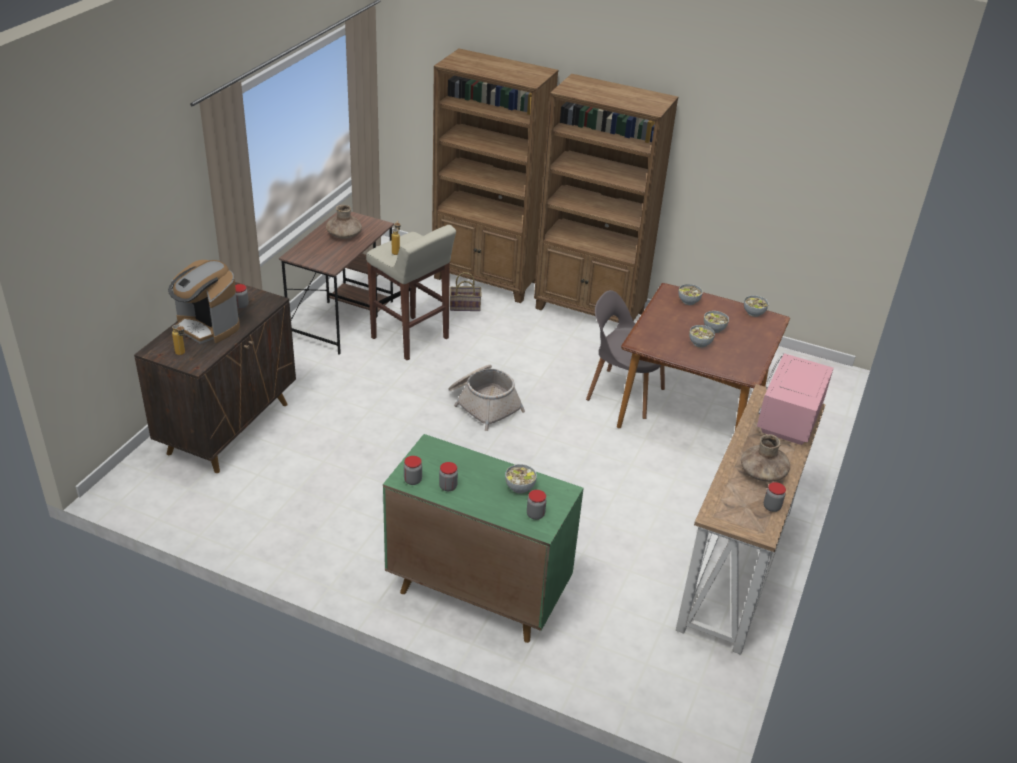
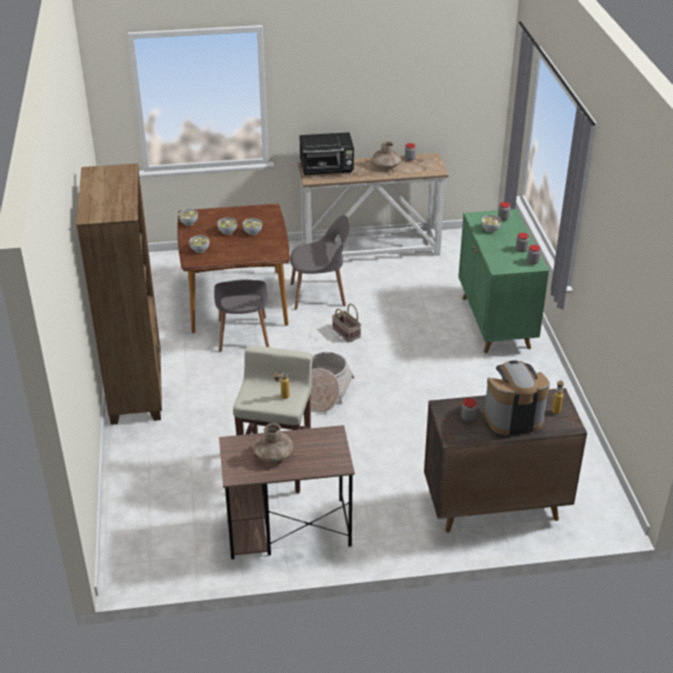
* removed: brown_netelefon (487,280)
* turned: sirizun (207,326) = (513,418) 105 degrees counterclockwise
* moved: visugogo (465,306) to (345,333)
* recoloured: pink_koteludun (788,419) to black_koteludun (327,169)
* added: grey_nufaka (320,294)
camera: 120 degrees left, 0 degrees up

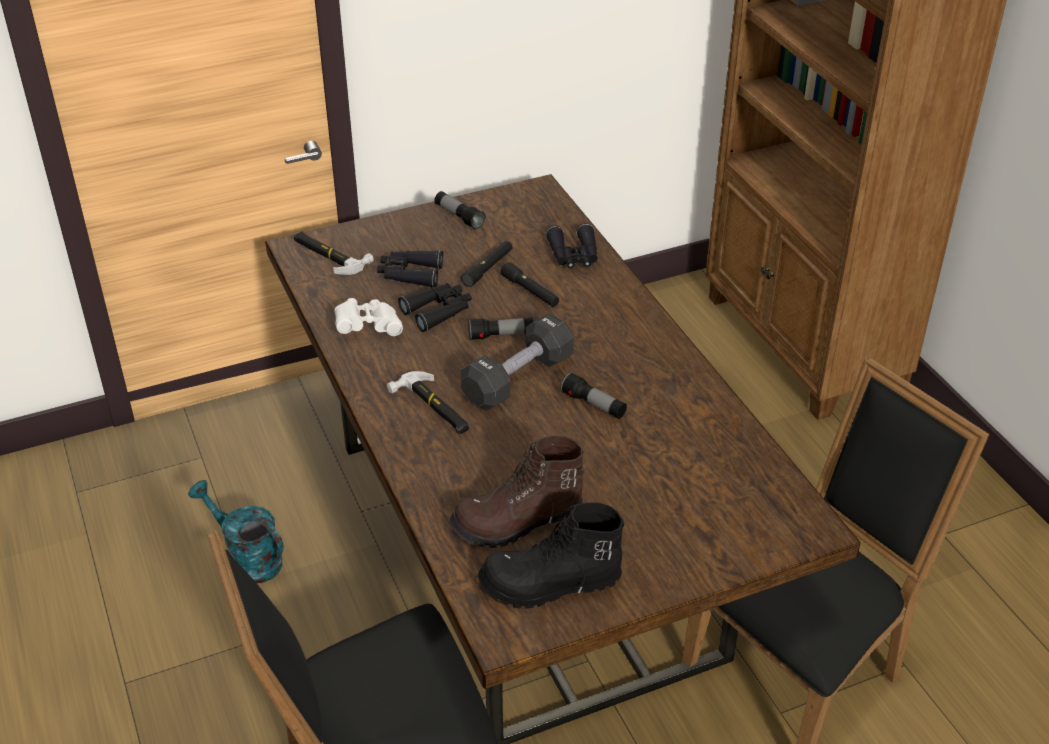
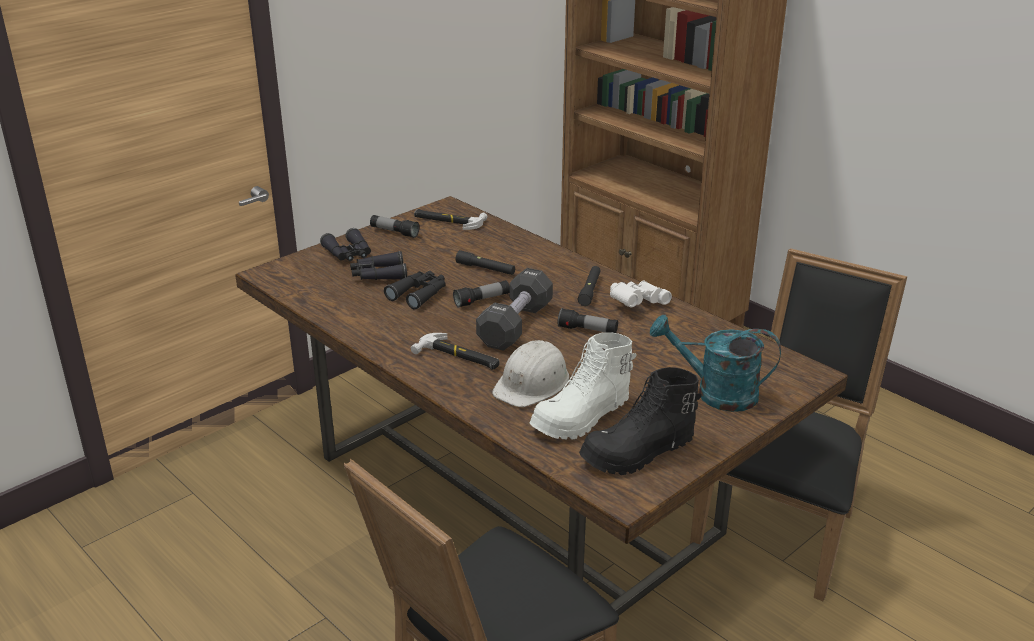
* moved: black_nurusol (574,255) to (349,254)
* moved: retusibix (329,255) to (448,221)
* moved: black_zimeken (488,268) to (590,290)
* moved: white_nurusol (368,327) to (636,304)
* recoloured: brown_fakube (518,522) to white_fakube (582,418)
* moved: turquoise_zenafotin (247,558) to (715,393)
* added: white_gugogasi (532,383)
camera: 20 degrees left, 10 degrees down

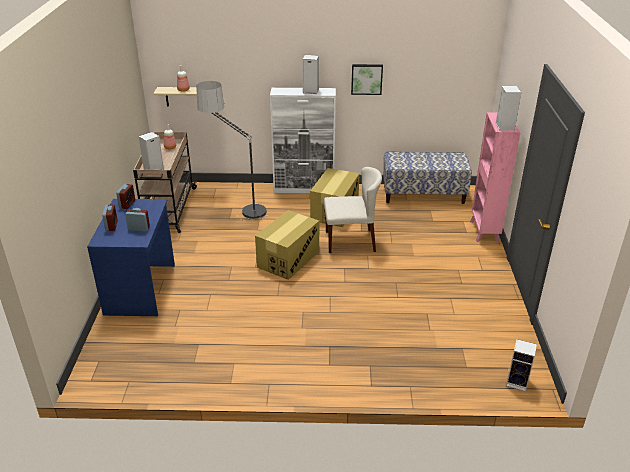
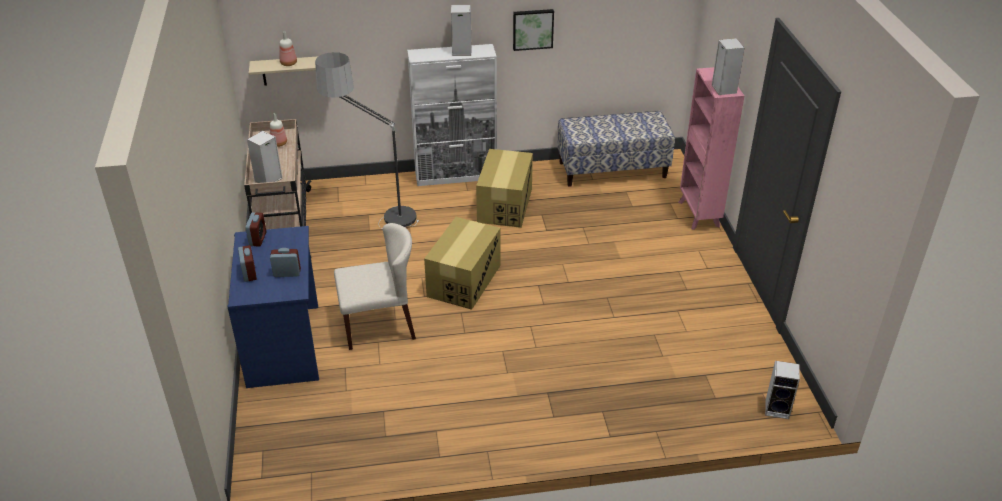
* moved: beige_nufaka (350,241) to (379,325)
camera: 10 degrees left, 5 degrees up

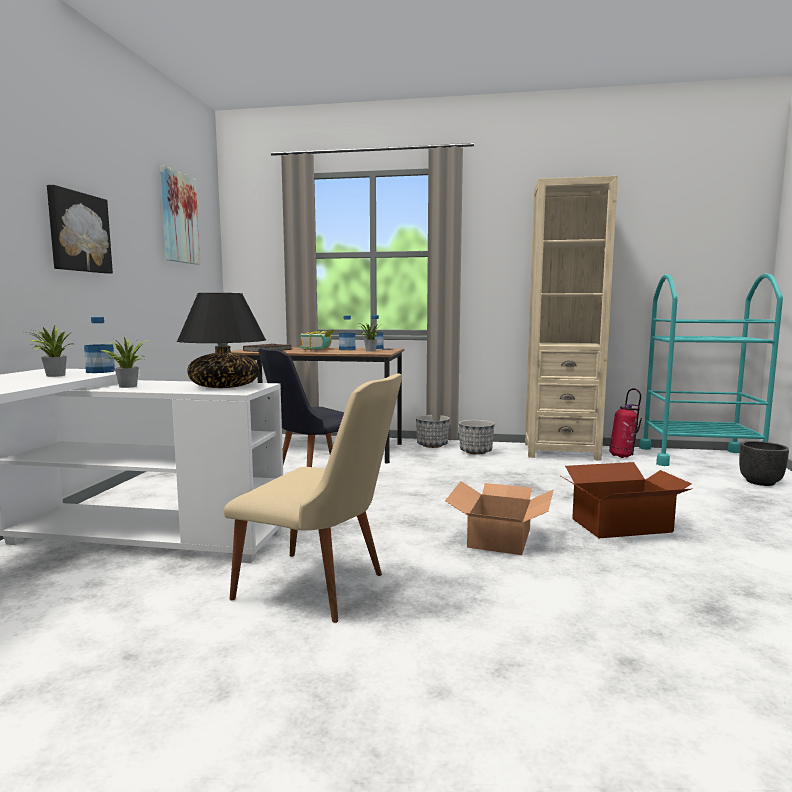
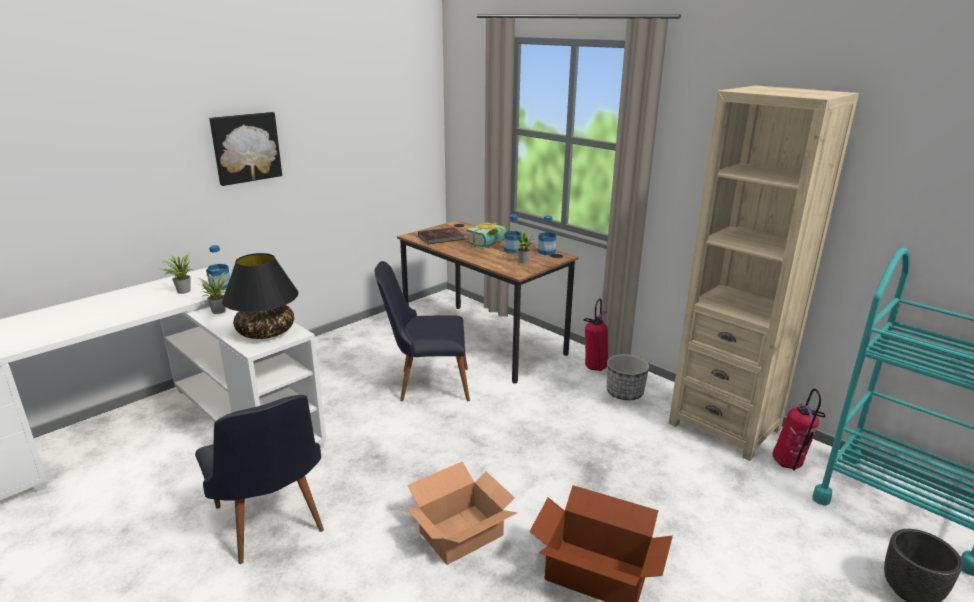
* removed: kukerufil (178,218)
* recoloured: beige_nufaka (322,589) to black_nufaka (271,526)
* replaced: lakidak (432,445) to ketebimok (595,367)
camera: 35 degrees right, 15 degrees up

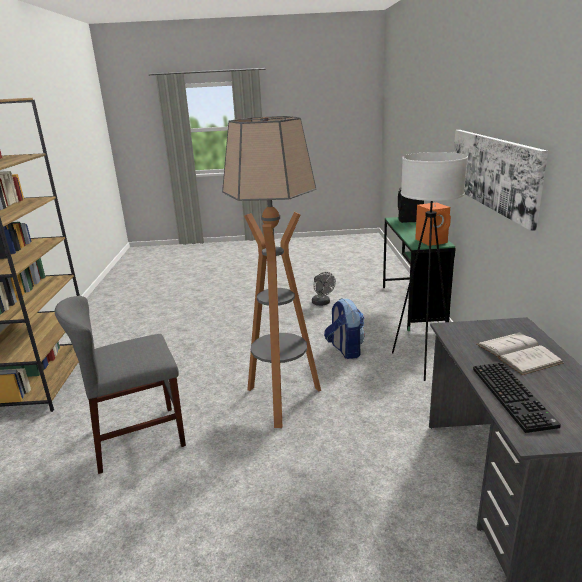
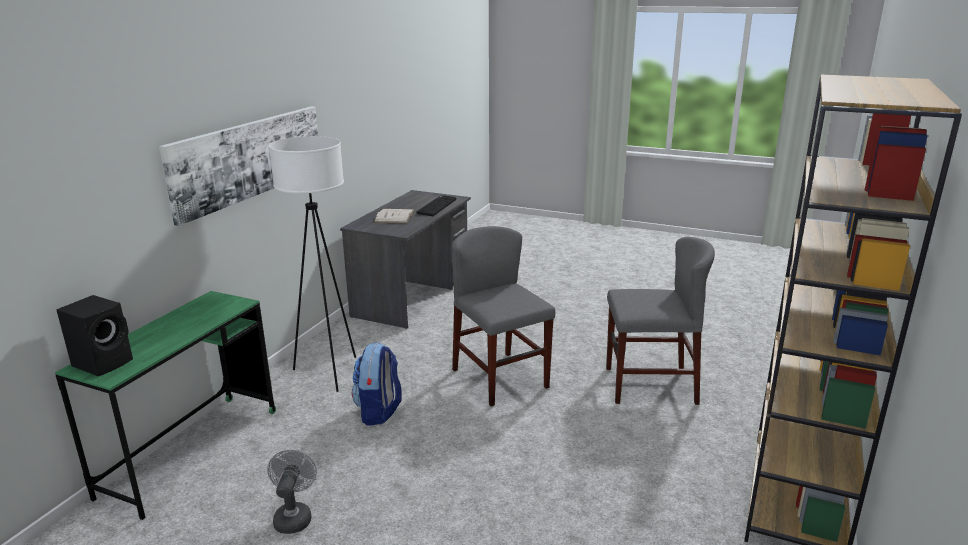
* replaced: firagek (282,400) to grey_nufaka (500,378)
* removed: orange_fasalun (432,241)
camera: 155 degrees left, 0 degrees up

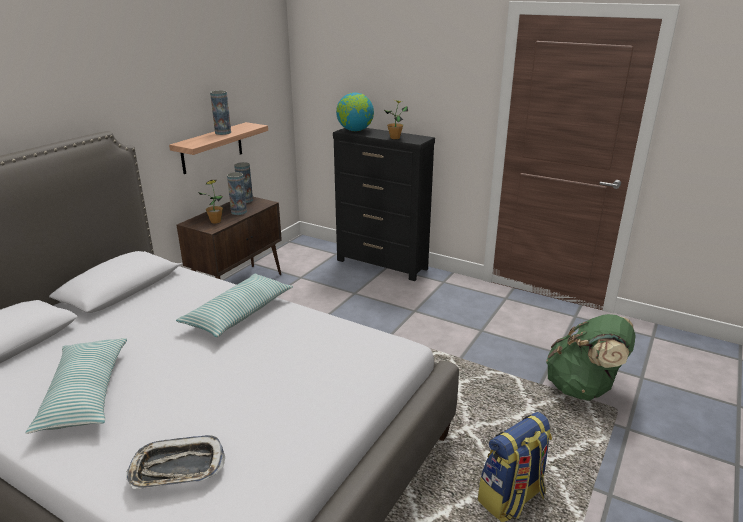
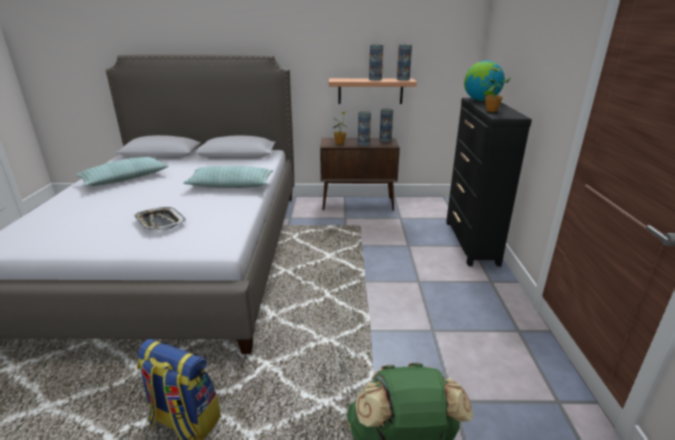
* moved: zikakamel (177,468) to (160,222)
* added: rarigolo (403,79)
camera: 60 degrees right, 0 degrees up

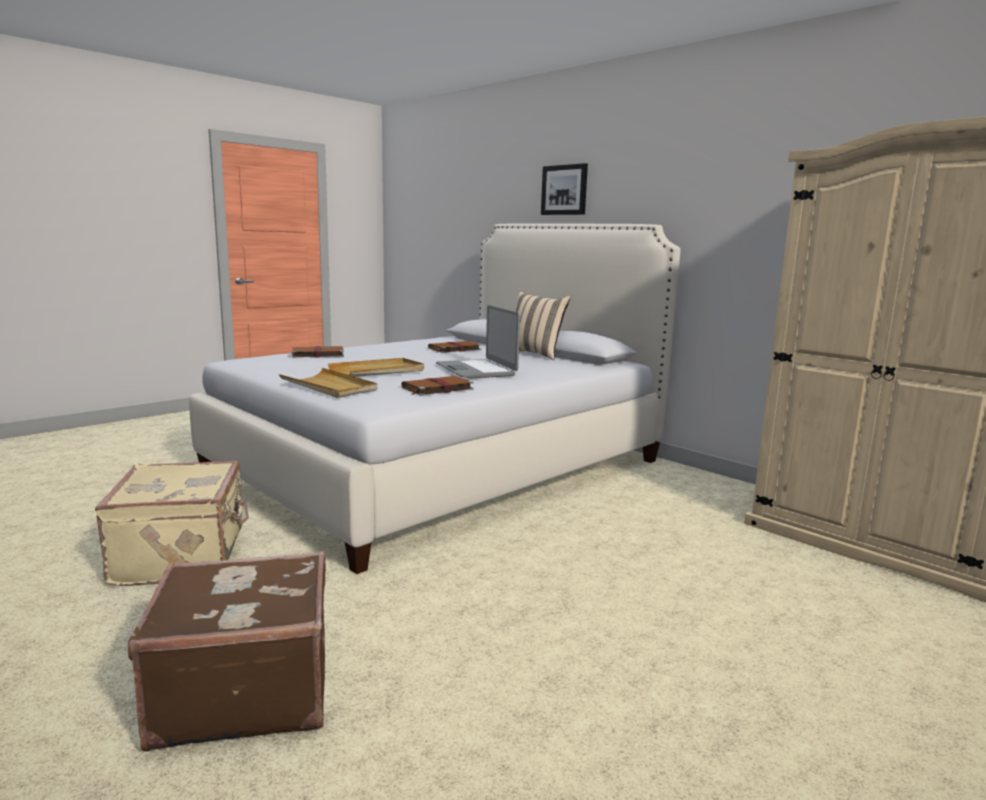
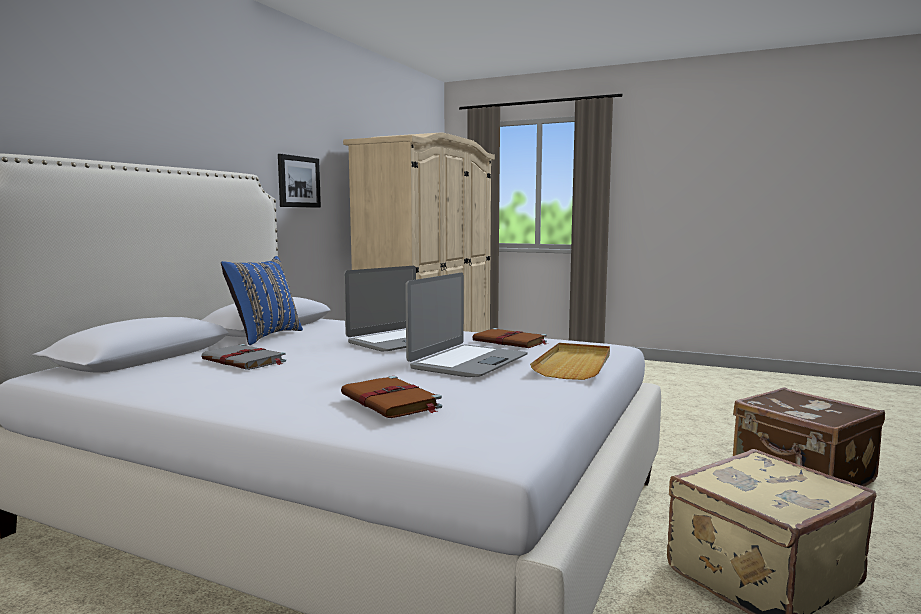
* moved: kukerufil (564,190) to (298,181)
* recoloured: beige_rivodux (535,354) to blue_rivodux (264,336)
* recoloured: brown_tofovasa (453,349) to grey_tofovasa (245,361)
* replaced: beige_zikakamel (378,371) to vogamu (468,362)
camera: 110 degrees left, 5 degrees down

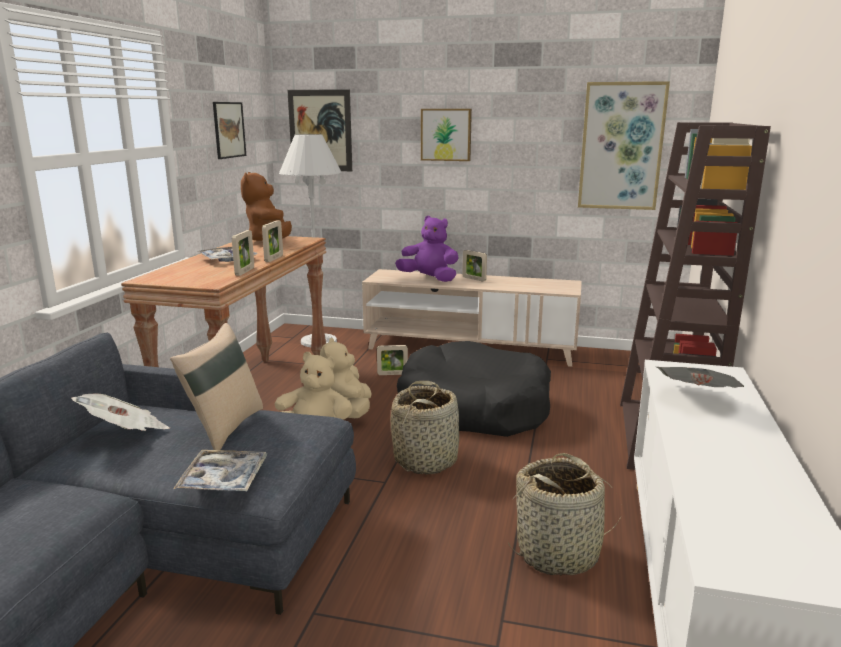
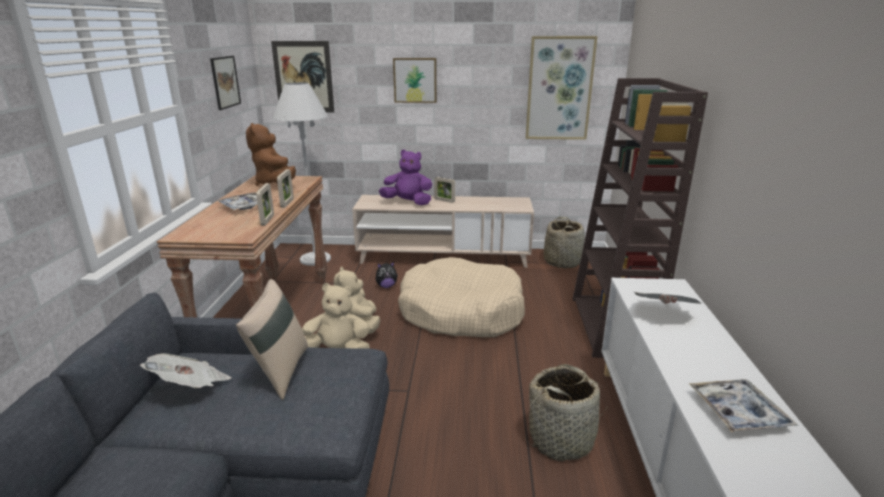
* recoloured: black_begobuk (474,407) to beige_begobuk (461,312)
* replaced: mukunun (392,374) to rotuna (386,286)
* moved: visugogo (426,459) to (562,262)
* moved: zikakamel (223,479) to (738,412)
camera: 10 degrees left, 5 degrees up

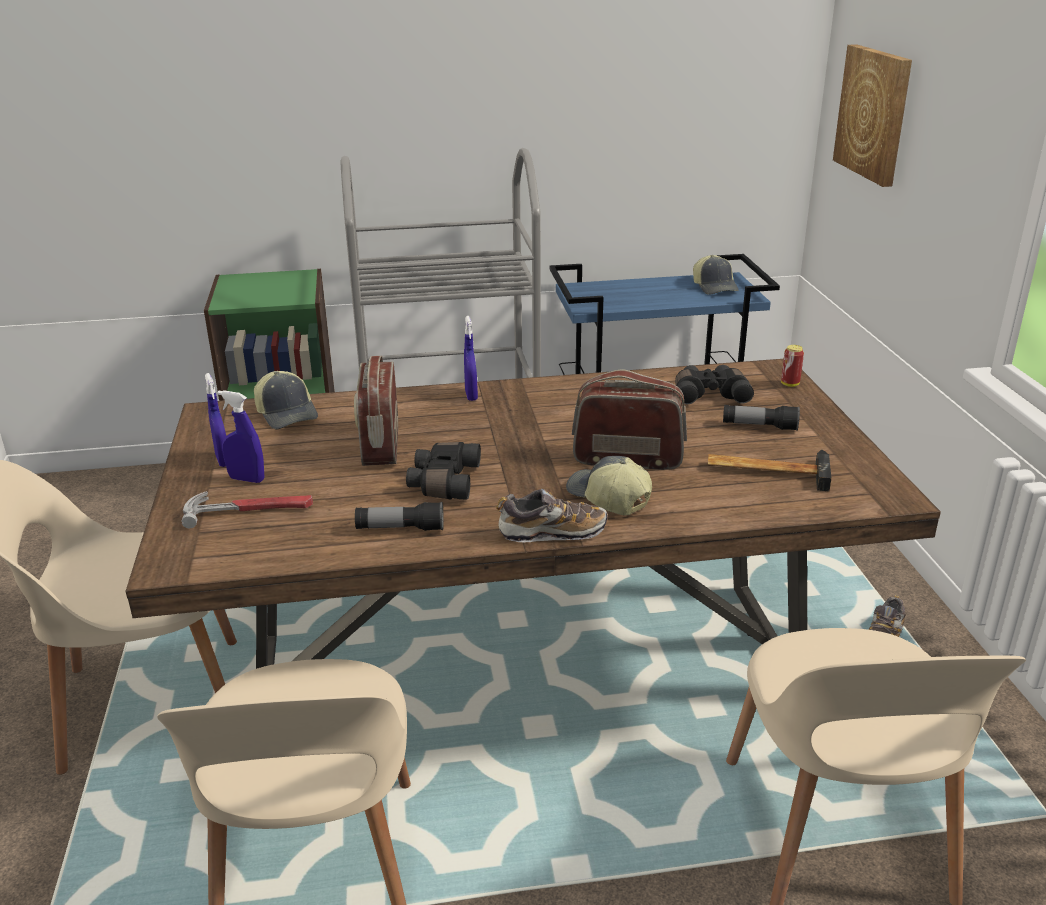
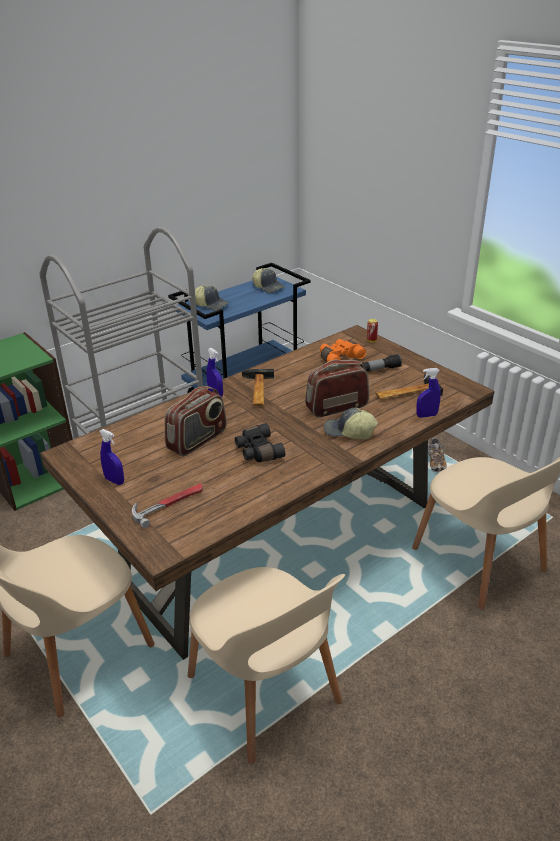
* removed: kukerufil (874,113)
* turned: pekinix (380,444) = (197,440) 105 degrees counterclockwise
* recoloured: black_nurusol (709,394) to orange_nurusol (339,357)
* moved: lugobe (288,414) to (211,304)
* moved: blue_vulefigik (247,479) to (426,415)
* removed: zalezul (551,533)
* removed: zimeken (400,529)
* added: retusibix (257,391)
camera: 30 degrees left, 5 degrees up

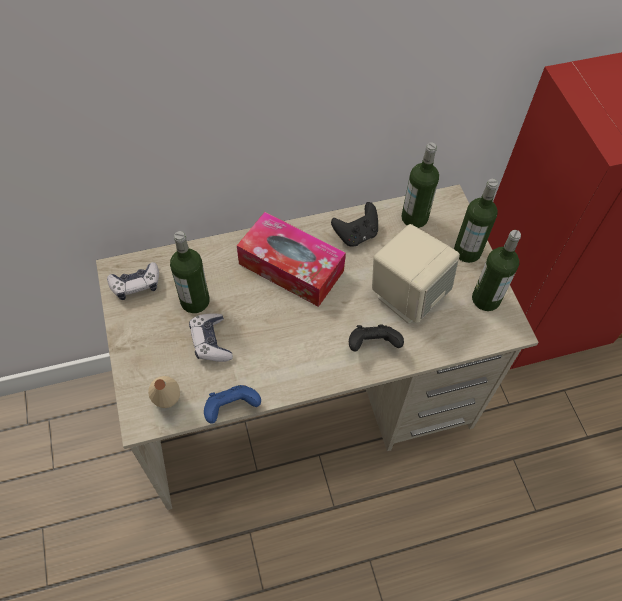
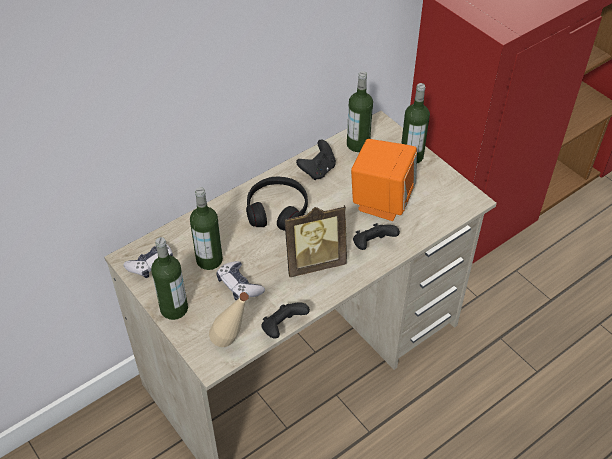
* replaced: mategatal (291,267) to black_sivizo (277,210)
* recoloured: beige_fasalun (407,295) to orange_fasalun (381,201)
* moved: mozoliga (486,299) to (174,309)
* recoloured: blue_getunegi (231,408) to black_getunegi (283,328)
* added: mukunun (314,262)
camera: 20 degrees left, 10 degrees down

